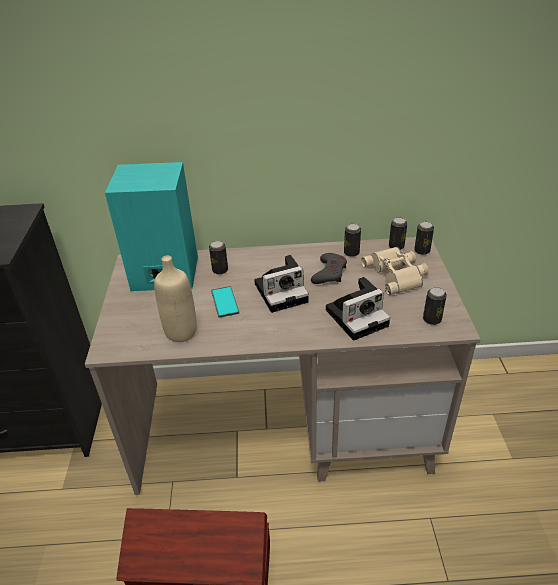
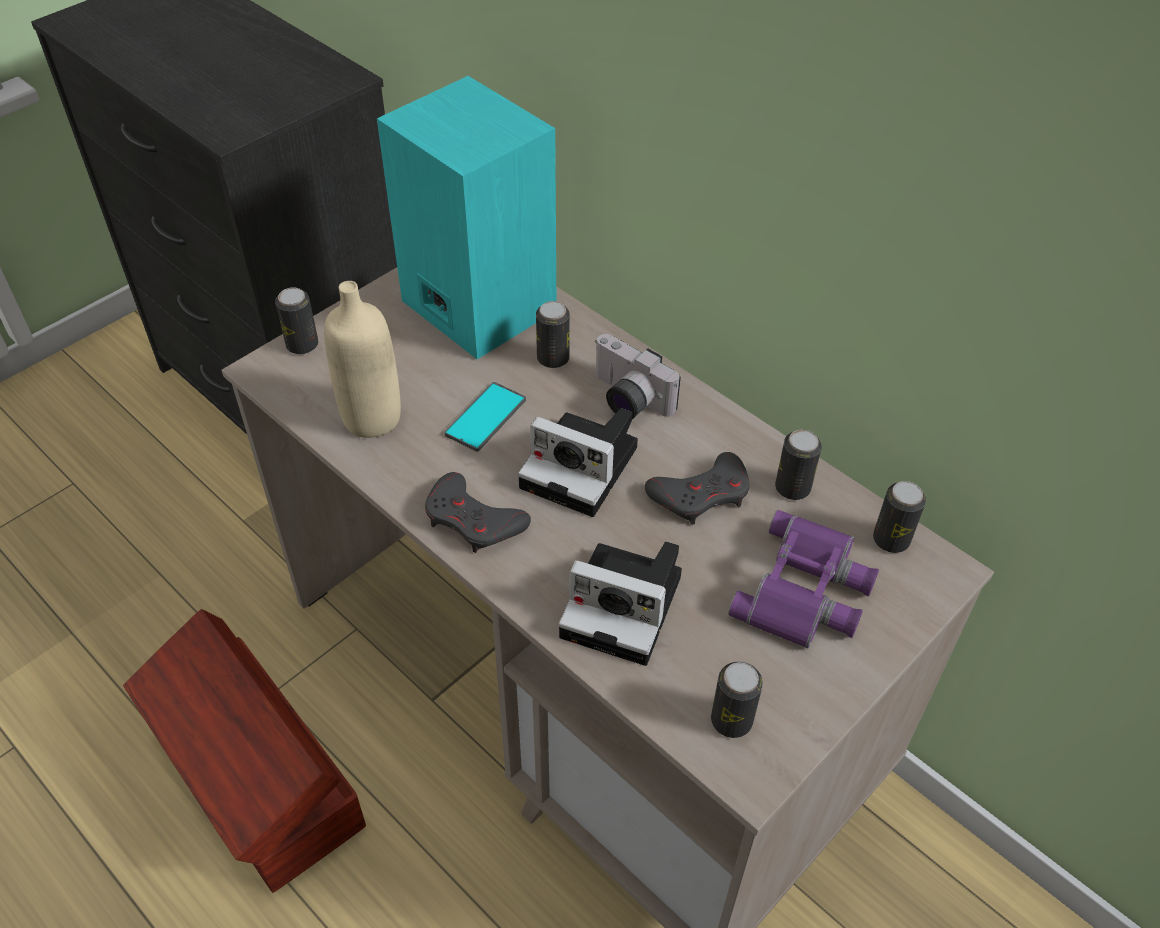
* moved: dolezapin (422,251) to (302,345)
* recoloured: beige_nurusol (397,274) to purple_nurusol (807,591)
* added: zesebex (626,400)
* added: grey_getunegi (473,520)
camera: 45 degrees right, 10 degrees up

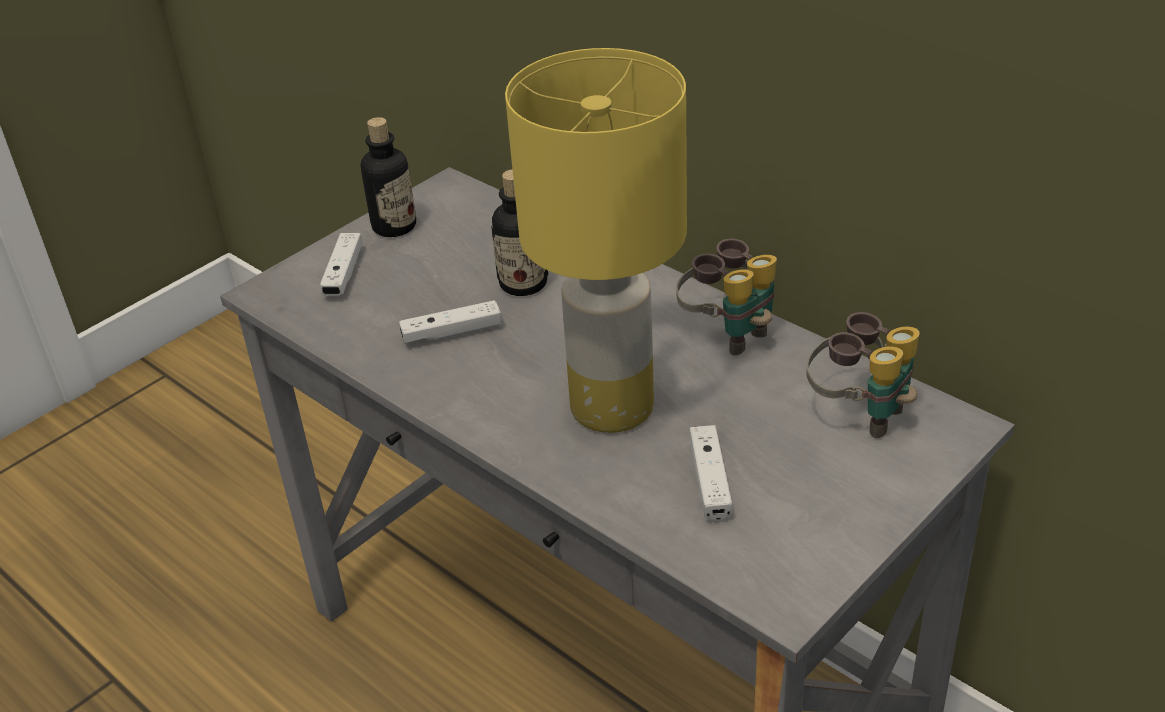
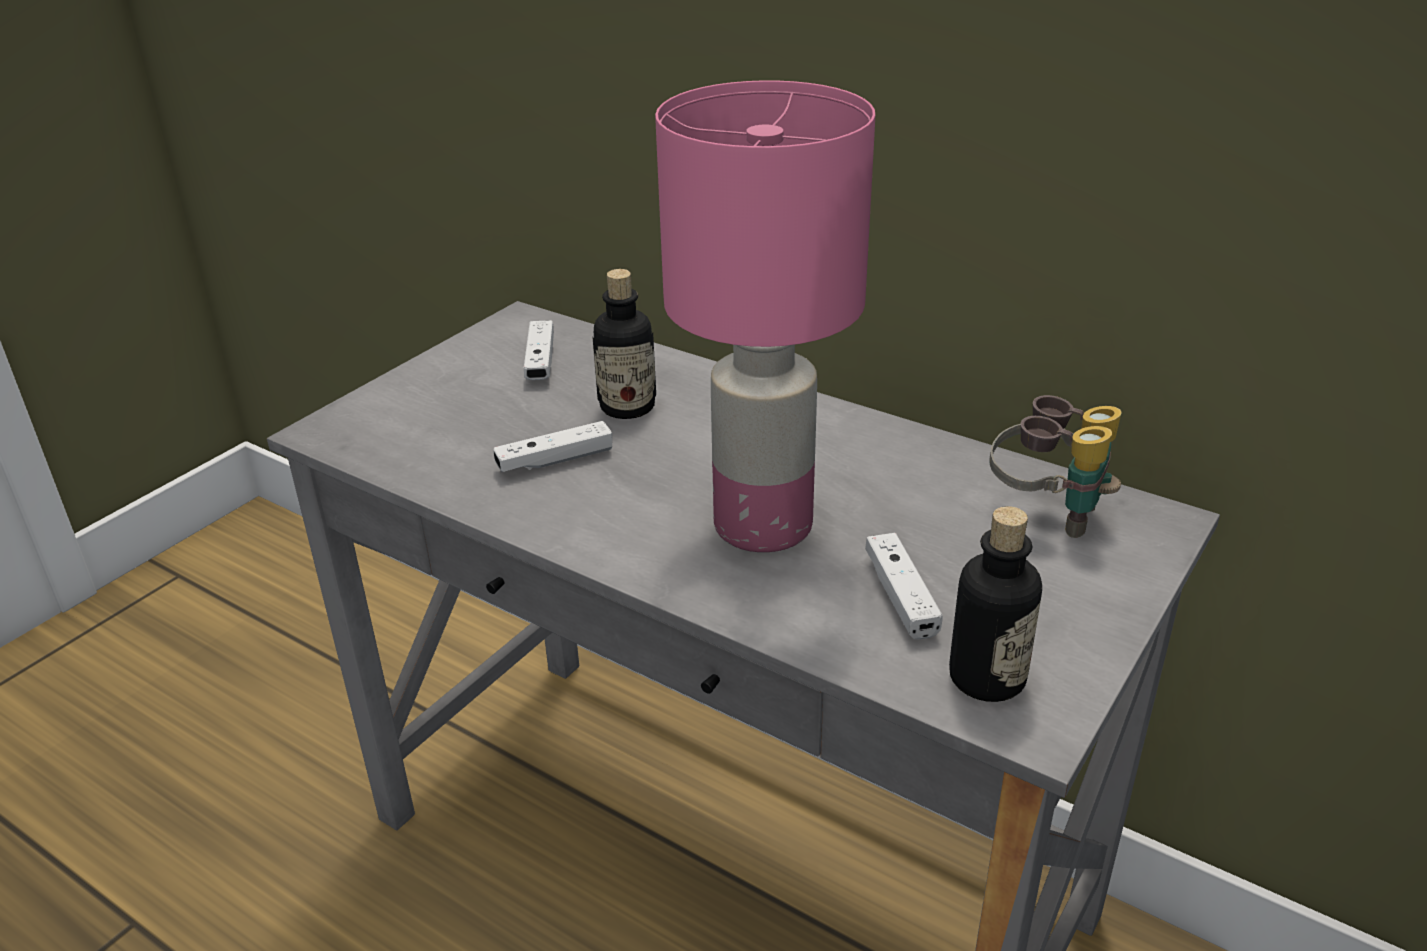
* recoloured: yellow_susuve (611,405) to pink_susuve (761,524)
* moved: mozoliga (394,226) to (987,678)
* moved: white_getunegi (343,274) to (540,362)
* removed: nurusol (728,333)
camera: 10 degrees left, 5 degrees down

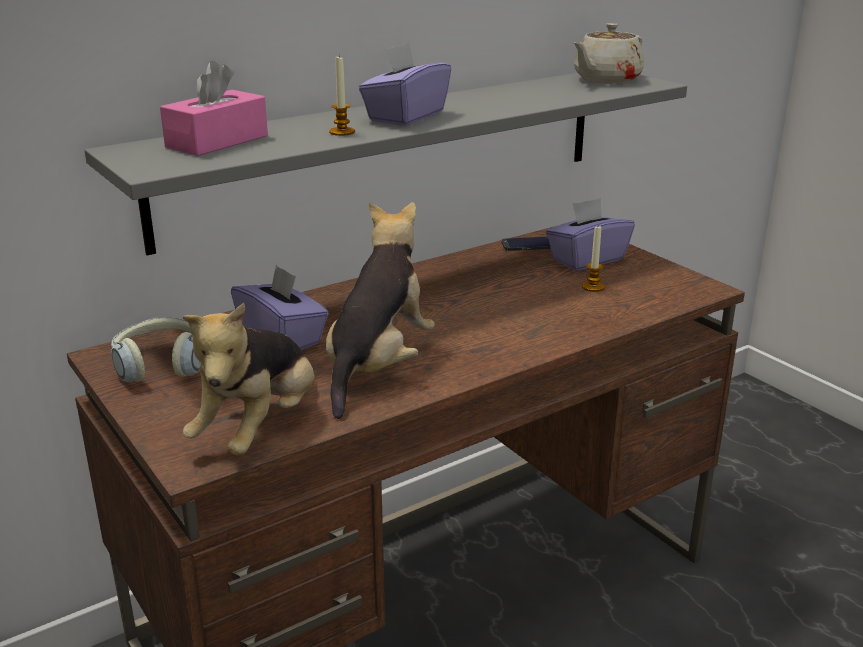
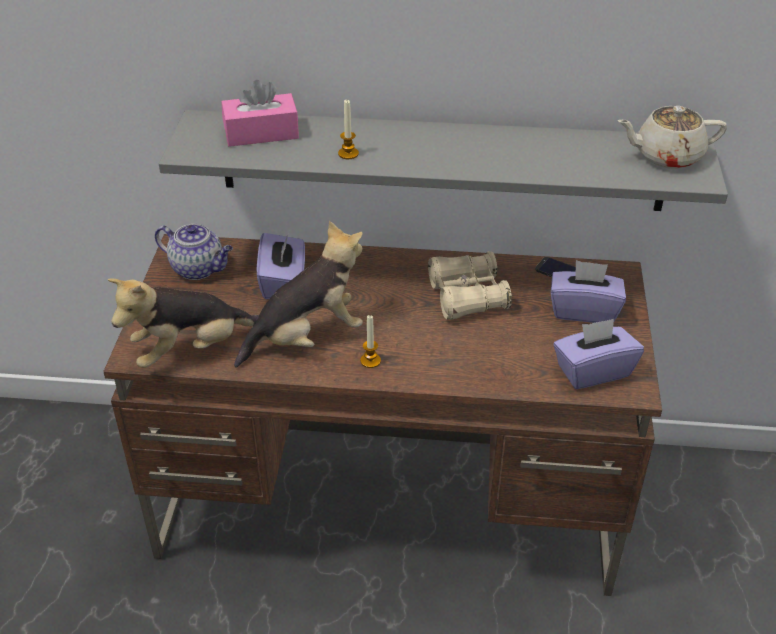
* moved: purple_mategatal (405,116) to (593,371)
* moved: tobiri (593,287) to (370,361)
* replaced: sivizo (161,363) to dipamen (199,269)
* added: beige_nurusol (467,296)
camera: 40 degrees right, 15 degrees up

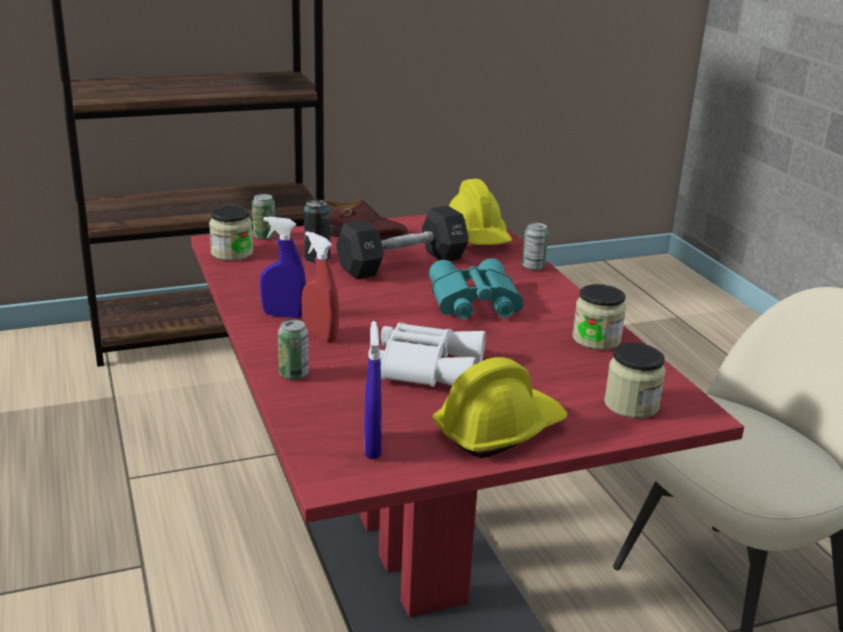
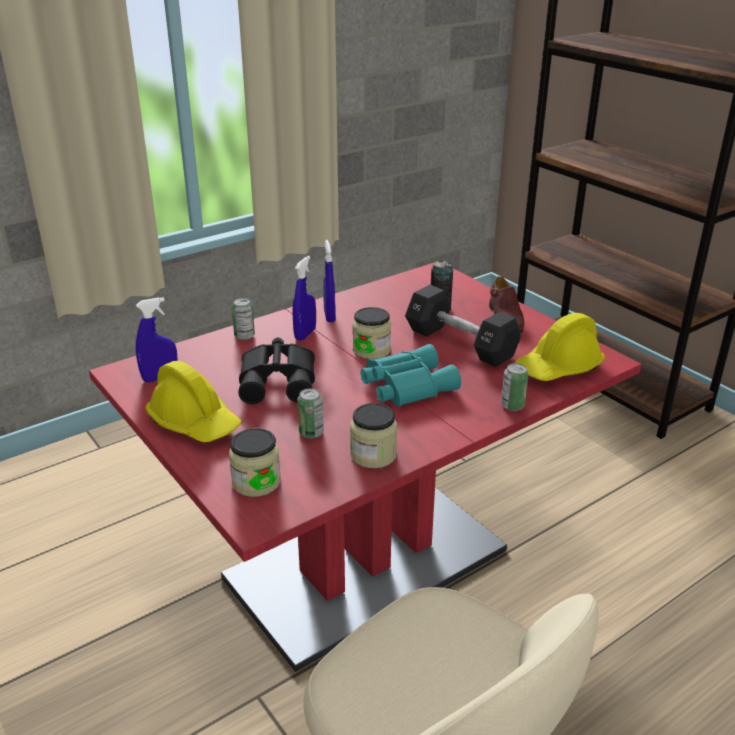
* moved: dolezapin (264,236) to (311,433)
* moved: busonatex (232,253) to (371,350)
* recoloured: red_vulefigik (320,336) to blue_vulefigik (305,334)
* recoloured: white_nurusol (426,366) to black_nurusol (280,380)
camera: 75 degrees right, 5 degrees up

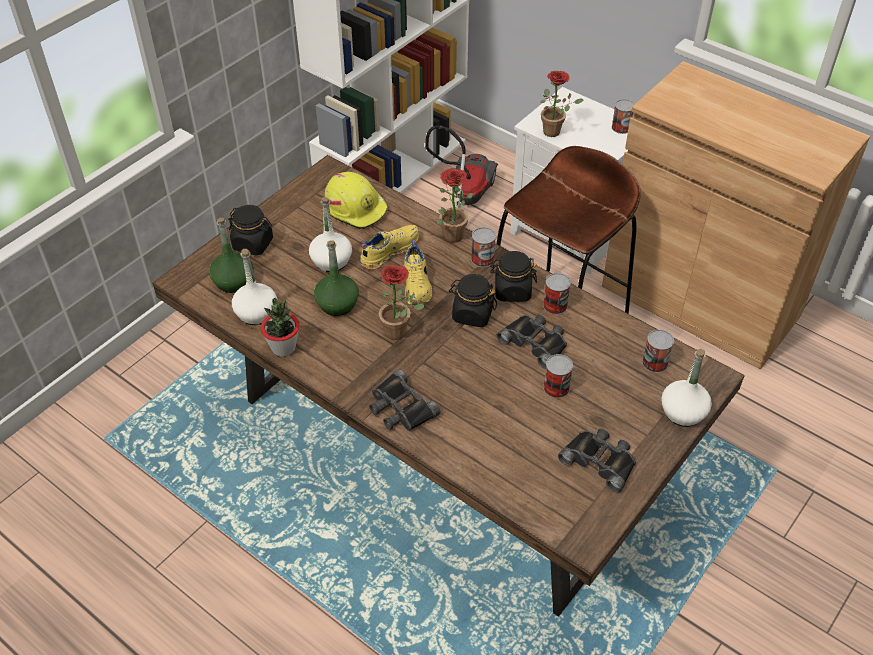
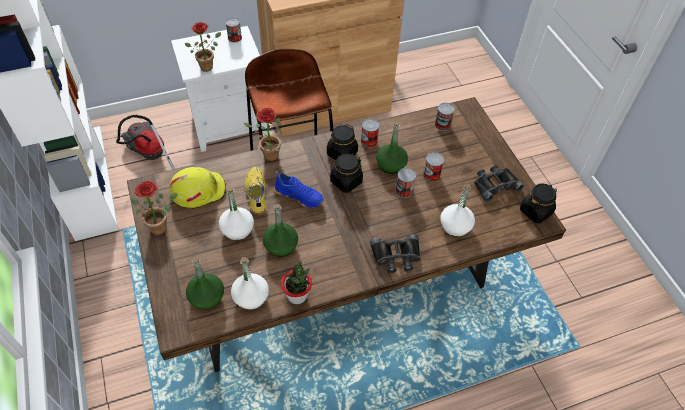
* moved: black_busonatex (253,244) to (535,211)
* moved: dolezapin (482,259) to (404,190)
* recoloured: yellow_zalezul (417,285) to blue_zalezul (299,195)
* moved: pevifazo (400,333) to (162,226)
* replaced: black_nurusol (535,342) to green_mozoliga (391,165)
* moved: white_mozoliga (683,412) to (455,226)
camera: 60 degrees left, 5 degrees up

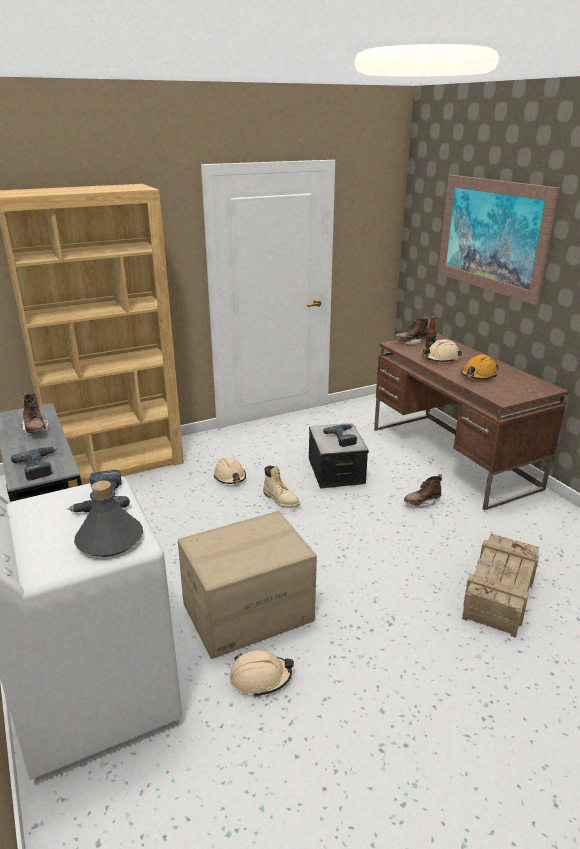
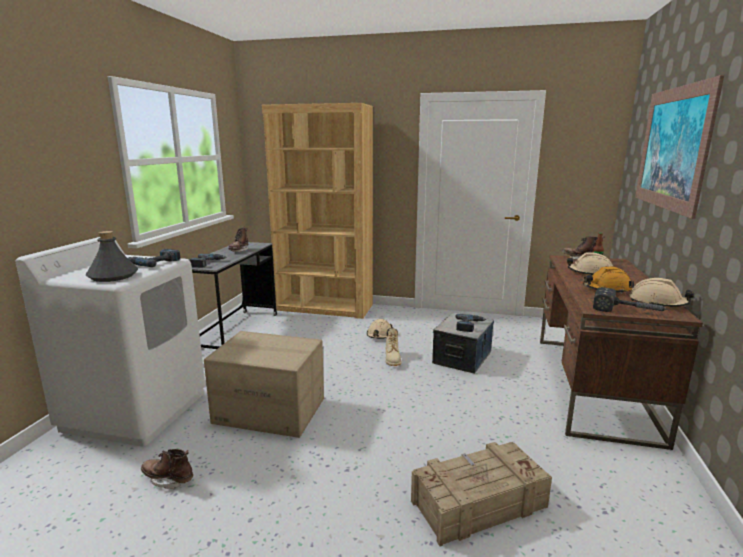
* moved: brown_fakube (422,503) to (168,479)
* moved: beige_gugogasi (260,677) to (657,303)
* added: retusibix (629,311)
camera: 40 degrees right, 10 degrees down

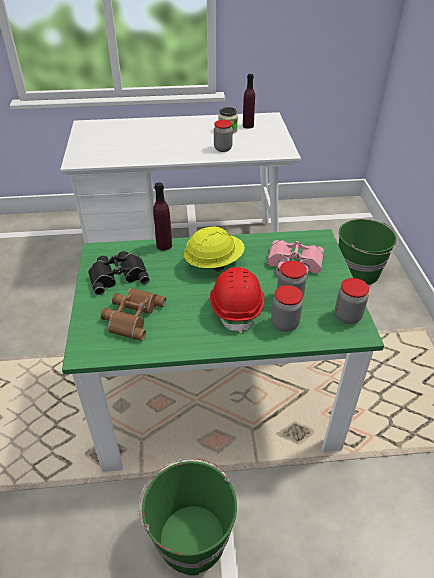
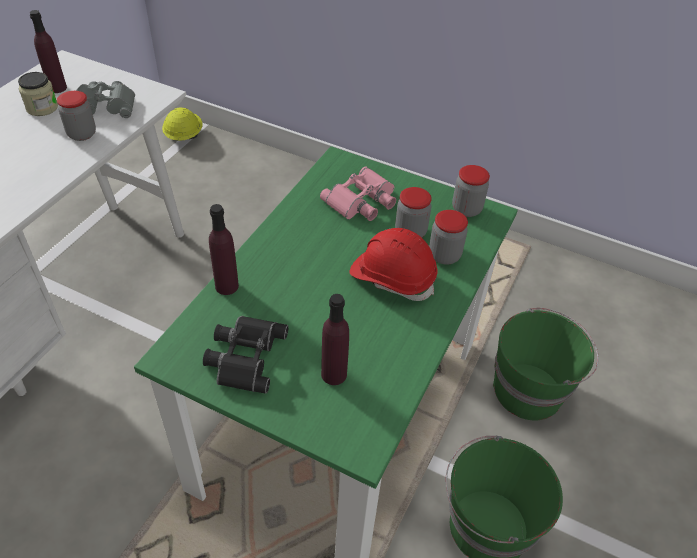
* moved: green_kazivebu (359,272) to (529,390)
* moved: yellow_gugogasi (214,263) to (183,136)
* replaced: brown_nurusol (132,316) to purple_mozoliga (334,374)
* added: grey_nurusol (105,105)
camera: 60 degrees left, 5 degrees up

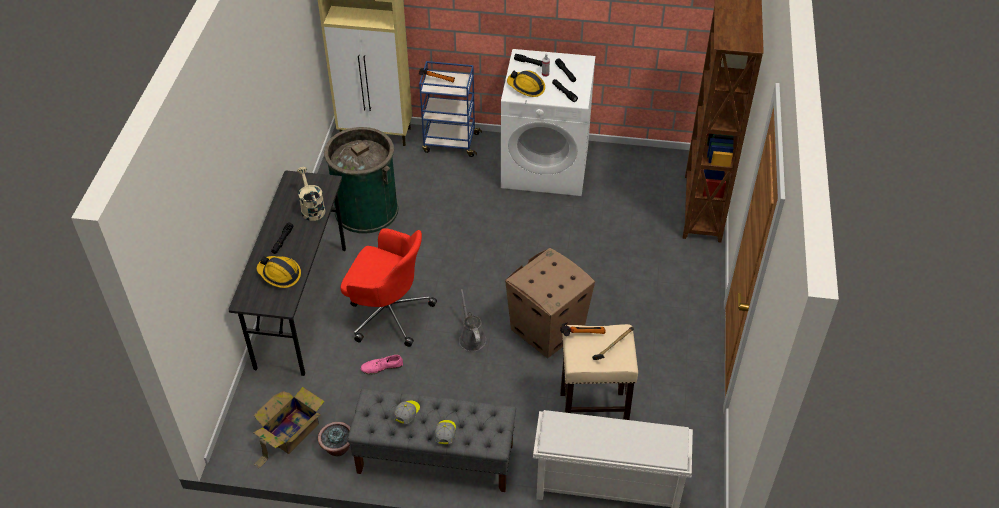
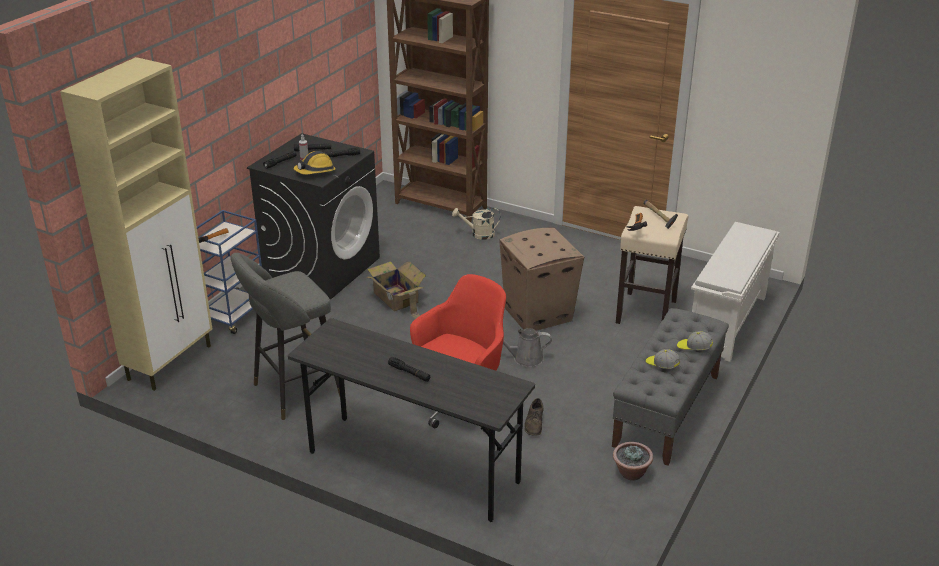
* recoloured: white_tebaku (546,166) to black_tebaku (322,267)
* replaced: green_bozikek (366,210) to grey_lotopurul (293,392)
* moved: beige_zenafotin (311,208) to (478,234)
* removed: gugogasi (279,274)
* recoloured: pink_zalezul (382,367) to brown_zalezul (534,423)
* moved: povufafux (290,432) to (396,299)
camera: 70 degrees left, 15 degrees down

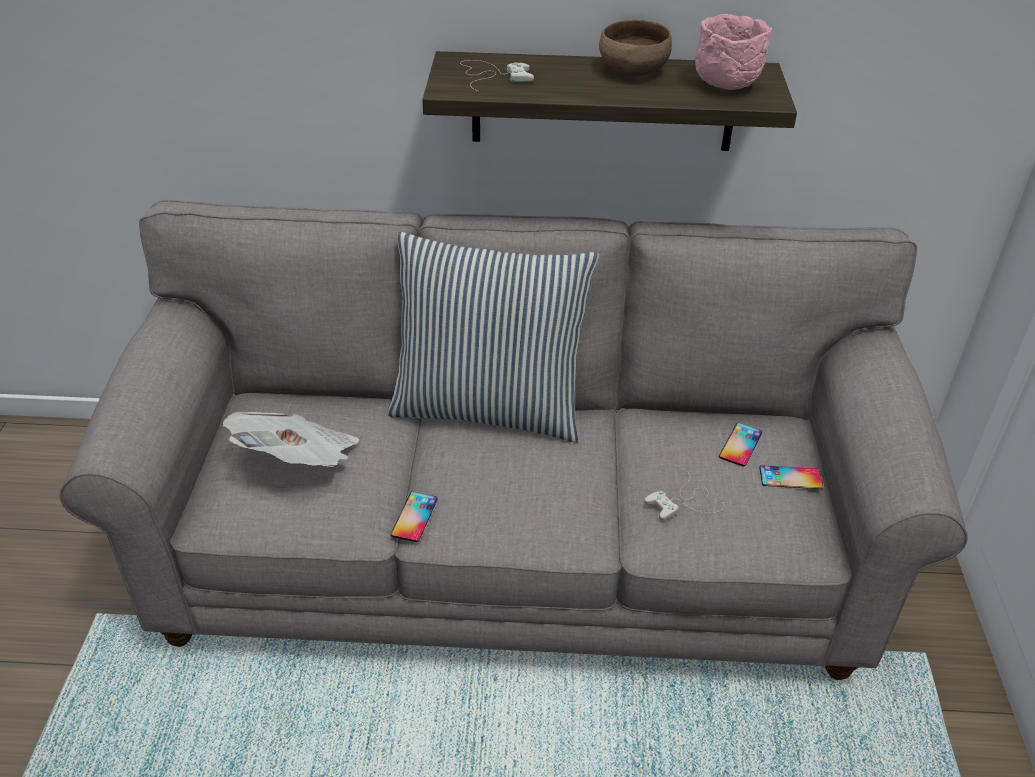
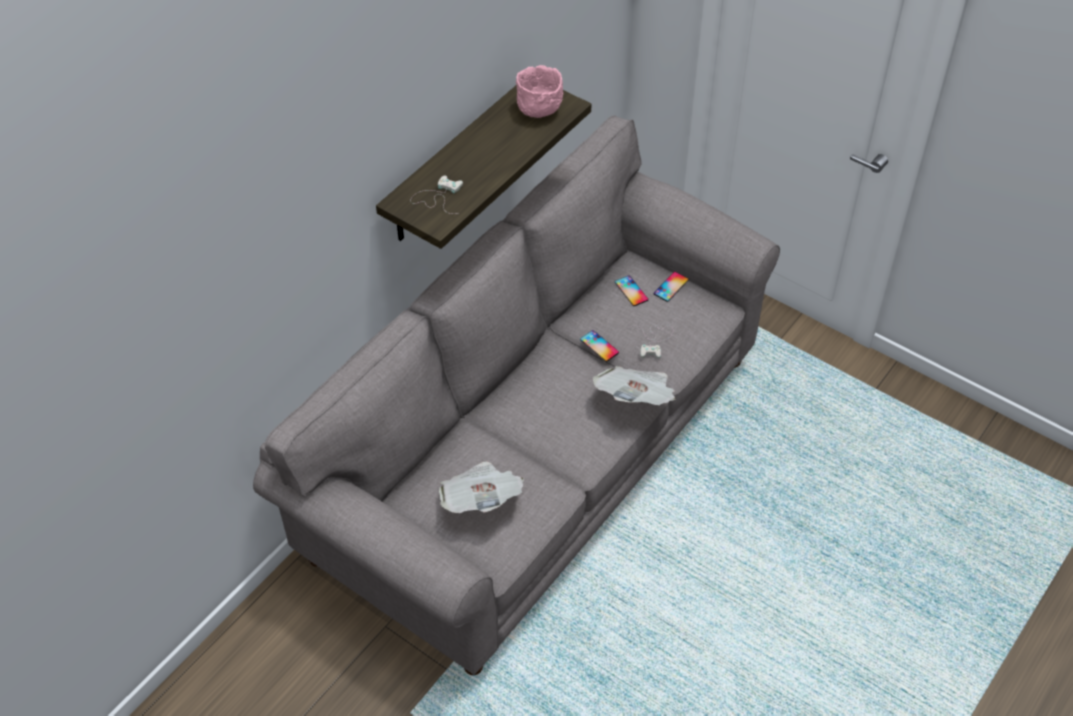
* removed: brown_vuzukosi (632,72)
* removed: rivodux (488,408)
* moved: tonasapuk (414,517) to (599,346)
* added: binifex (636,399)
camera: 55 degrees left, 10 degrees up

